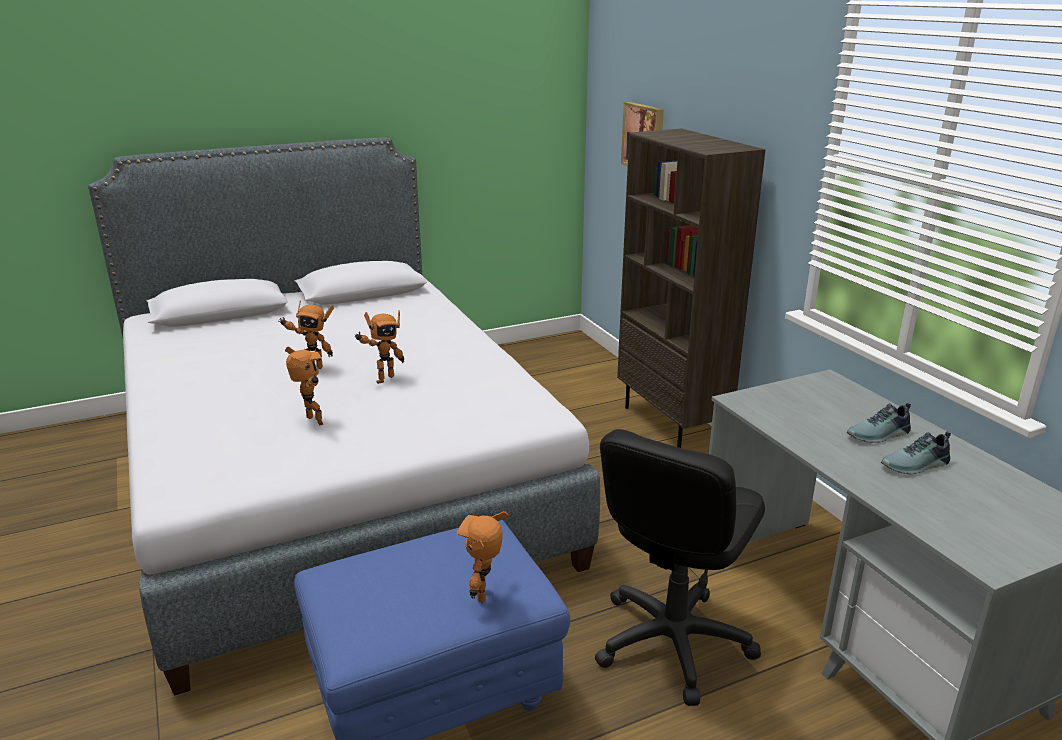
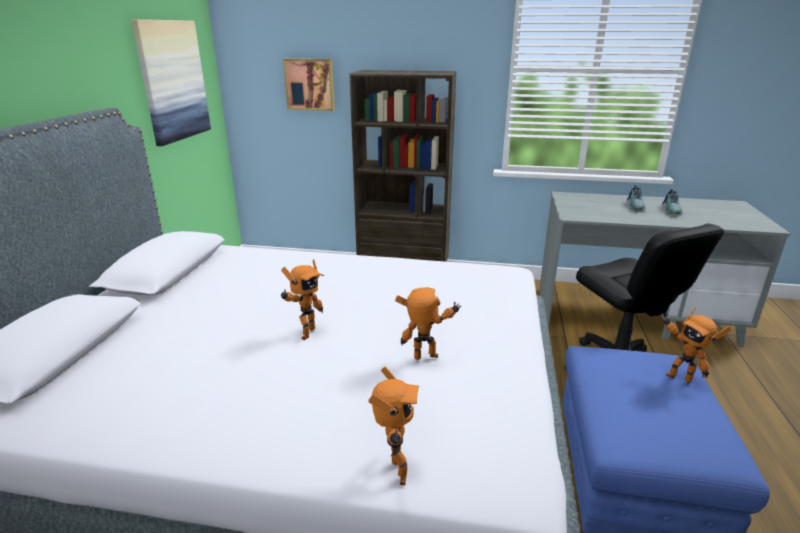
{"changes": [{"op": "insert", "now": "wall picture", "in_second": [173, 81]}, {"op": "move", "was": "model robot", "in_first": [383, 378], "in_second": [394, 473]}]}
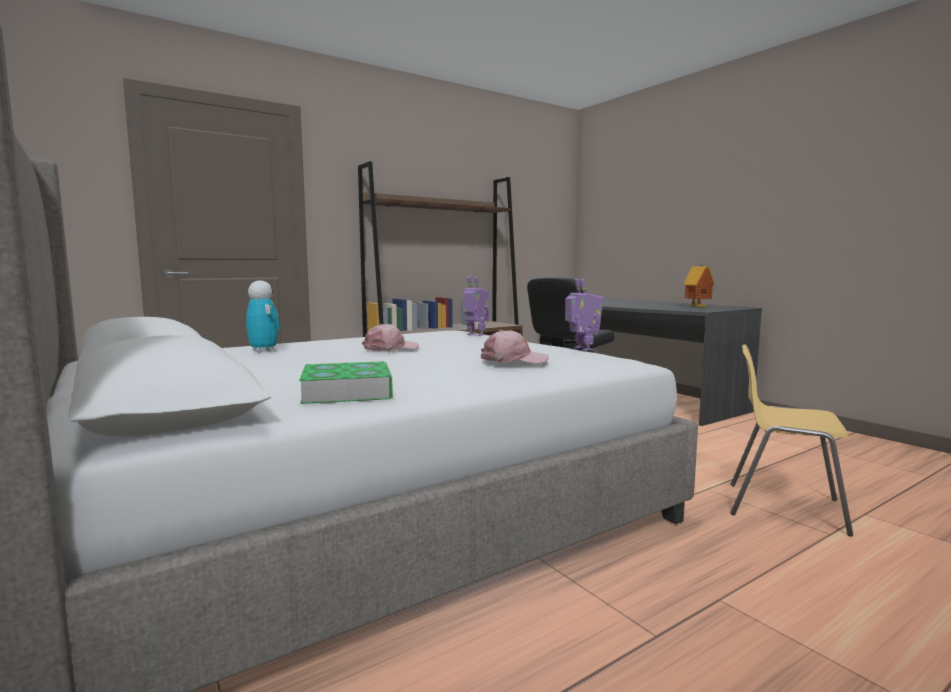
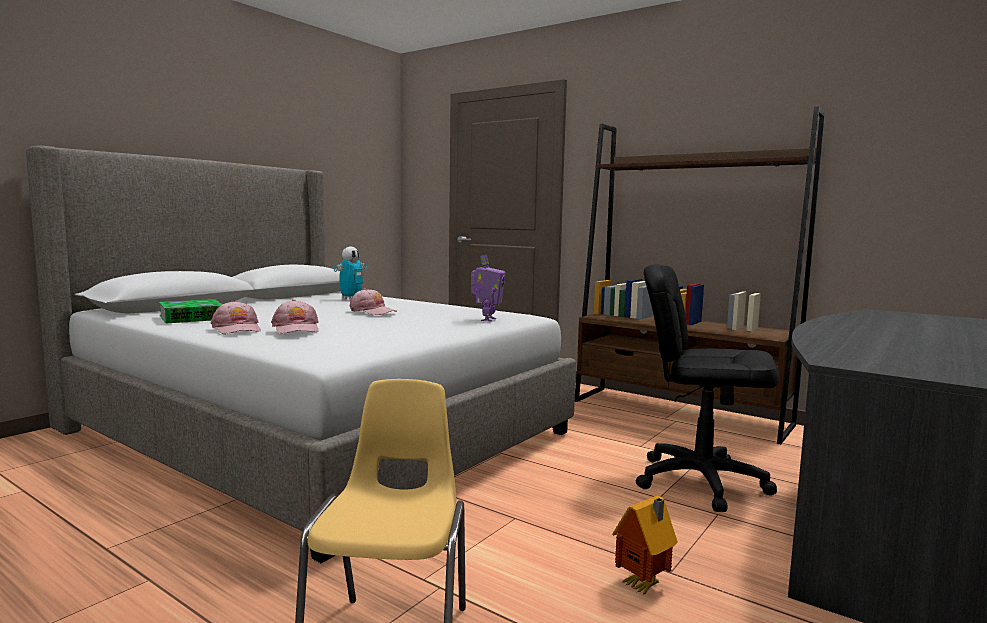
{"changes": [{"op": "delete", "was": "model robot", "in_first": [582, 349]}, {"op": "insert", "now": "peaked cap in pink-coloured", "in_second": [237, 329]}, {"op": "move", "was": "toy house", "in_first": [698, 307], "in_second": [644, 587]}]}
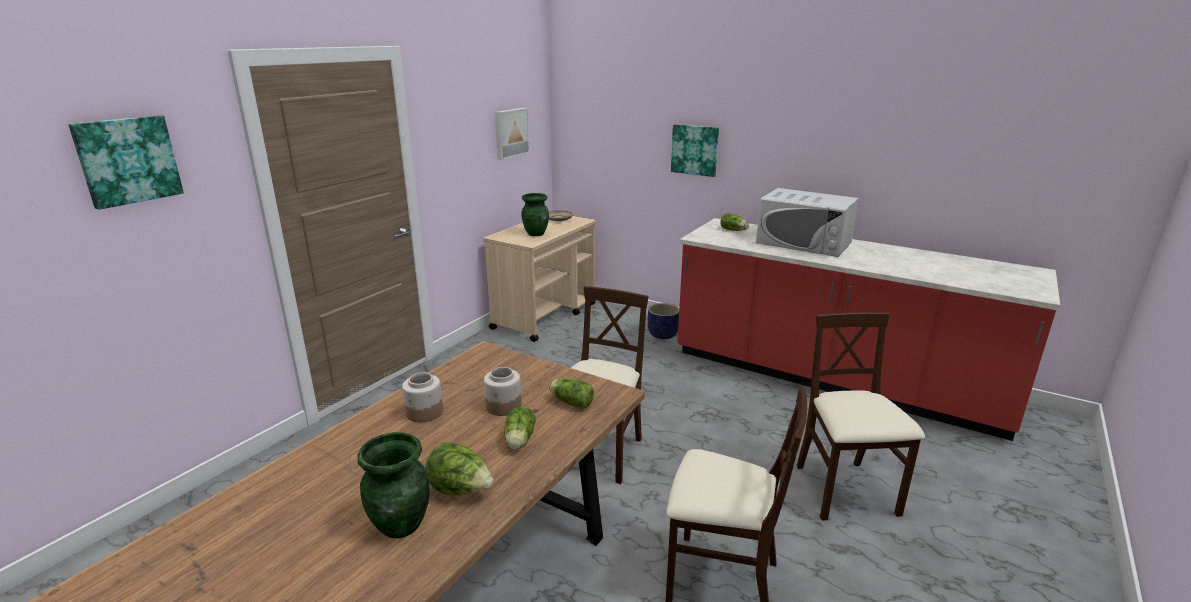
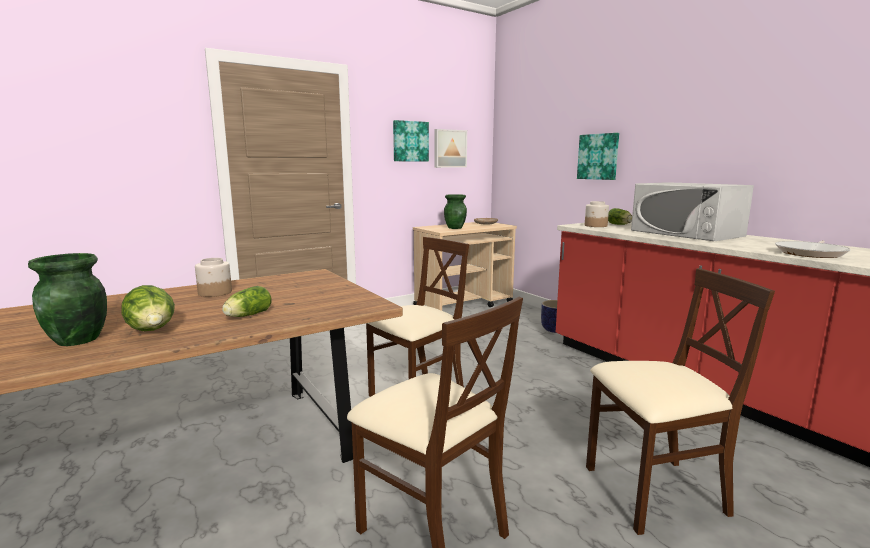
{"changes": [{"op": "delete", "was": "lettuce head", "in_first": [570, 402]}, {"op": "insert", "now": "frying pan", "in_second": [811, 253]}, {"op": "move", "was": "wall picture", "in_first": [127, 160], "in_second": [410, 141]}, {"op": "move", "was": "jar", "in_first": [503, 406], "in_second": [596, 226]}, {"op": "rotate", "was": "plain chair in beige-coloured", "in_first": [845, 491], "in_second": [654, 492], "clockwise": 60}]}
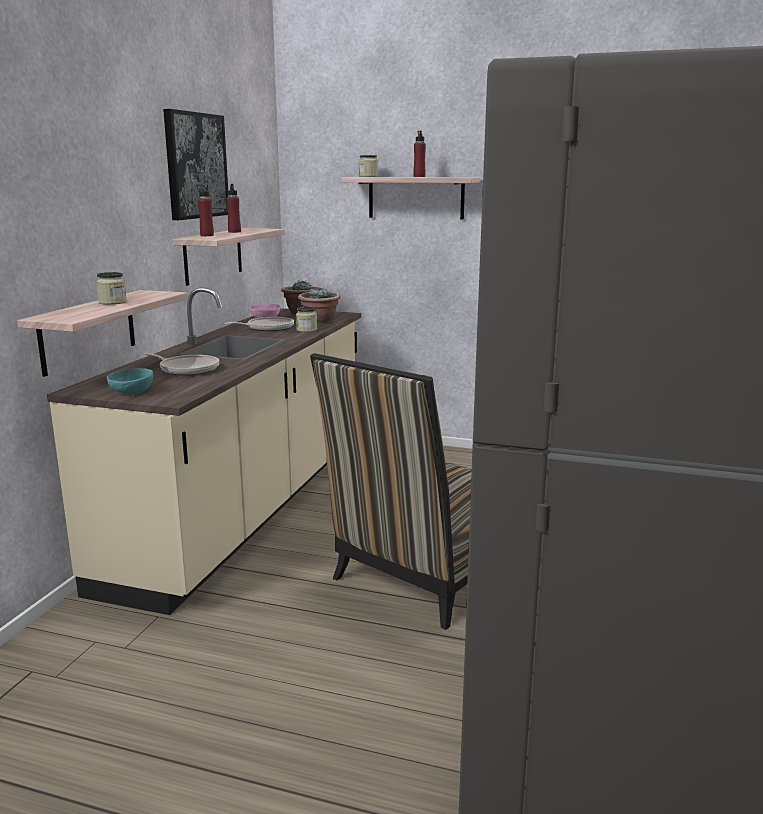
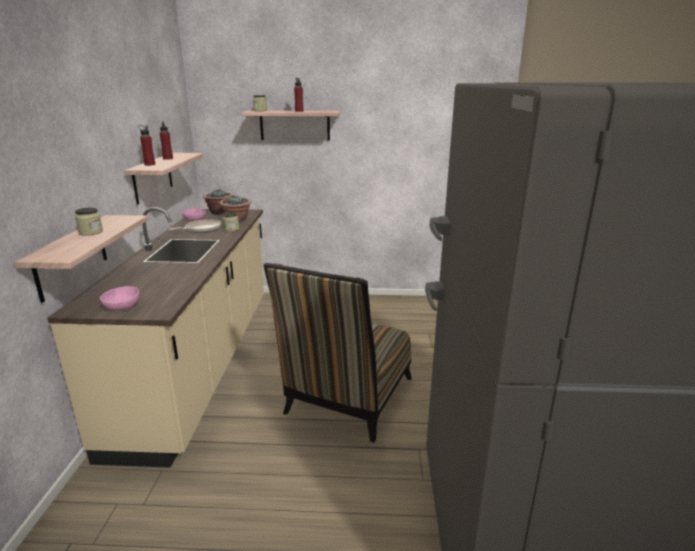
{"changes": [{"op": "delete", "was": "frying pan", "in_first": [187, 369]}, {"op": "delete", "was": "wall picture", "in_first": [195, 166]}, {"op": "recolor", "was": "serving bowl in blue-green", "now": "serving bowl in pink-coloured", "in_first": [131, 392], "in_second": [122, 307]}]}
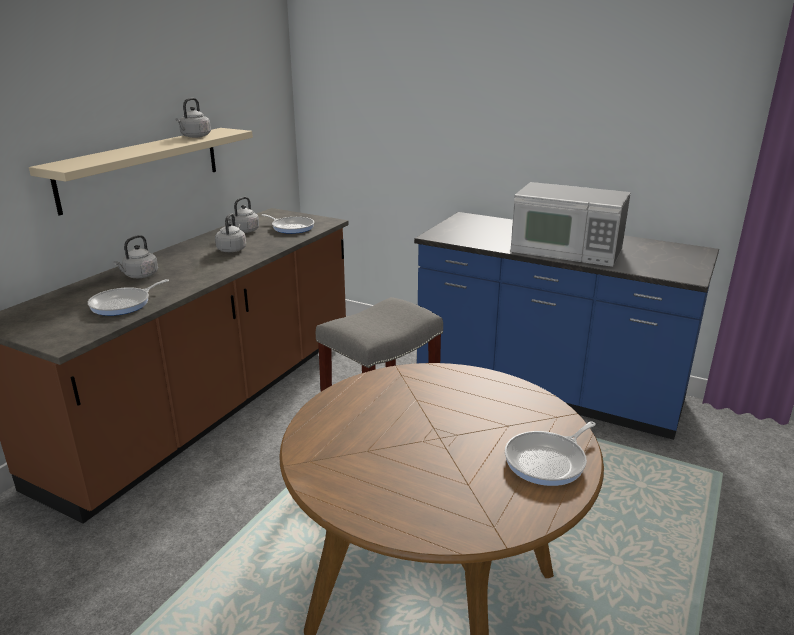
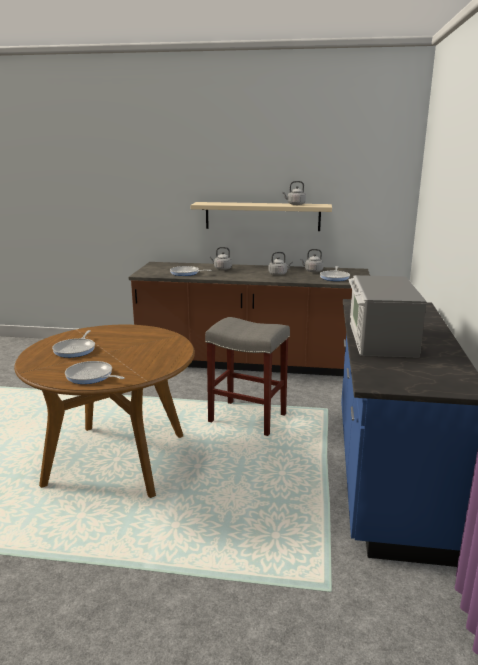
{"changes": [{"op": "insert", "now": "frying pan", "in_second": [76, 349]}]}
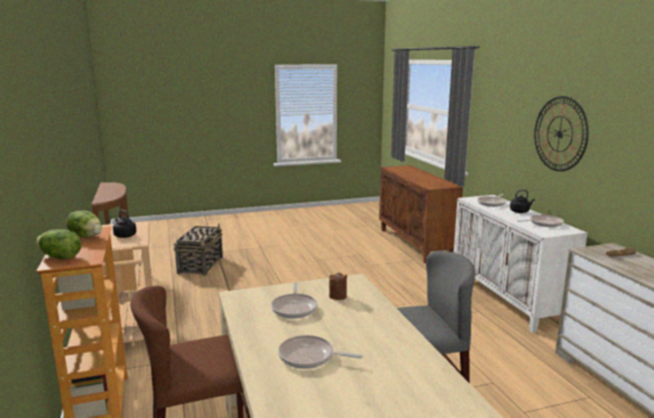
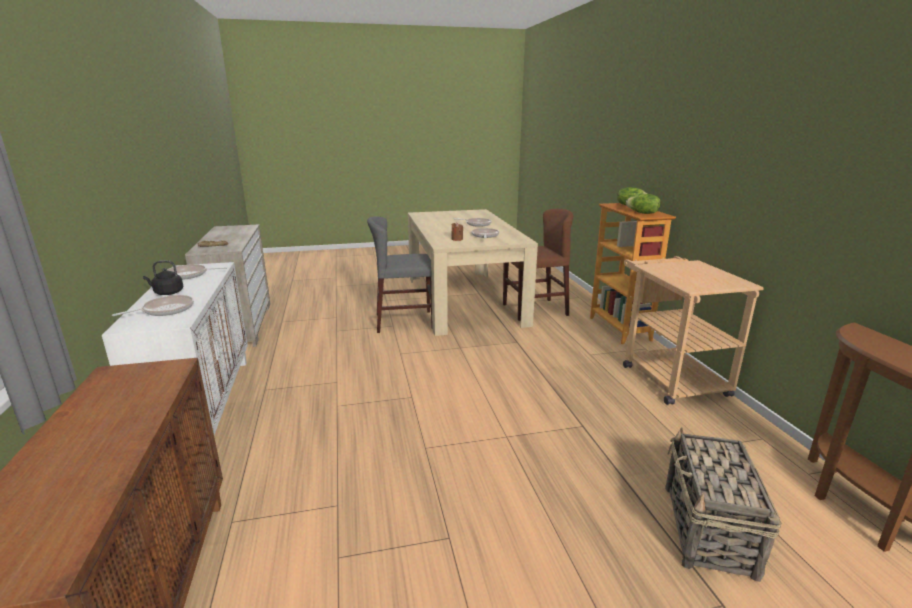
{"changes": [{"op": "delete", "was": "water kettle in blackish", "in_first": [124, 235]}, {"op": "delete", "was": "clock on the wall", "in_first": [560, 134]}]}
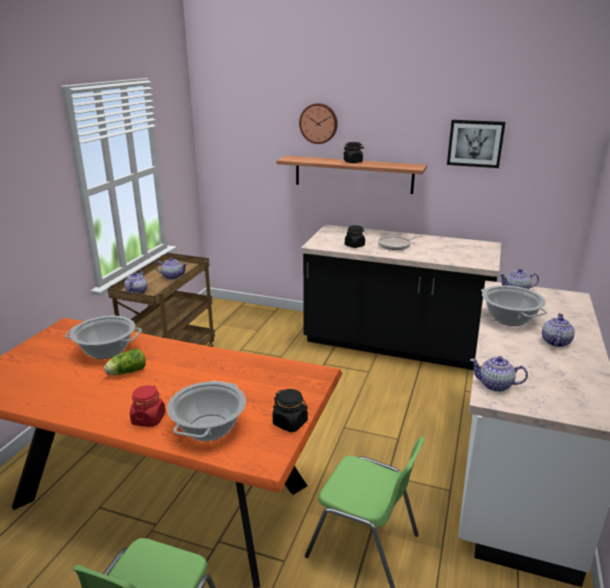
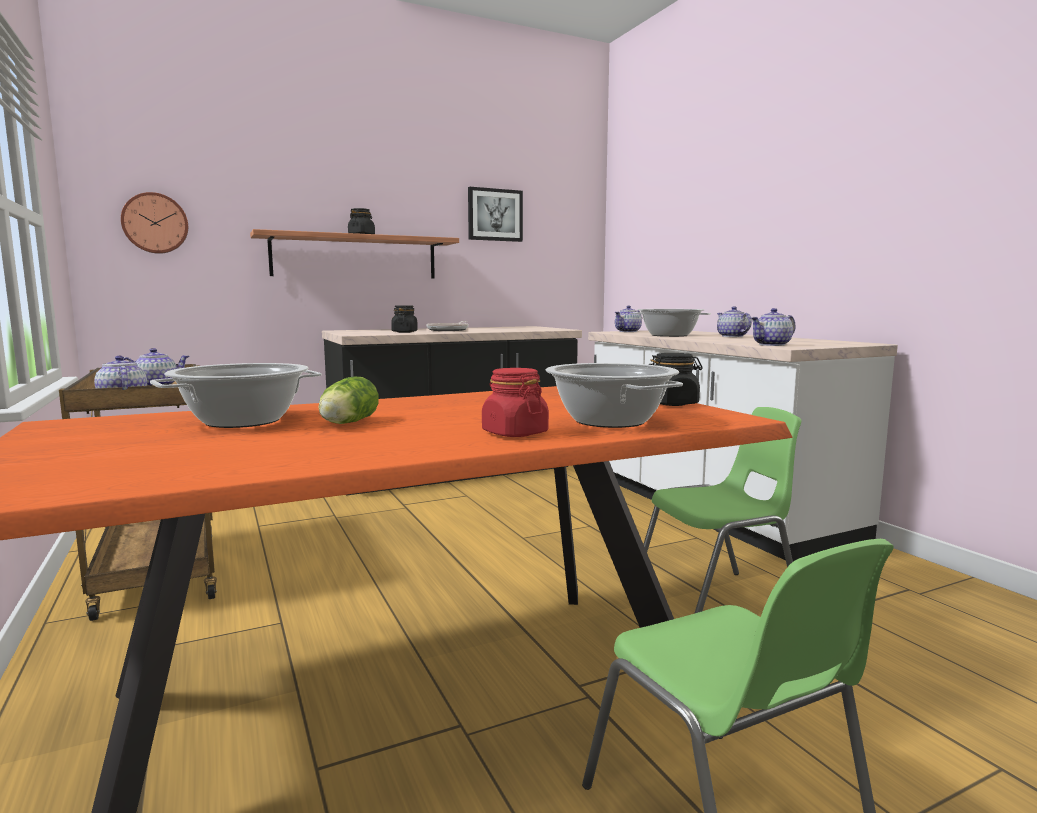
{"changes": [{"op": "move", "was": "clock on the wall", "in_first": [319, 123], "in_second": [155, 223]}]}
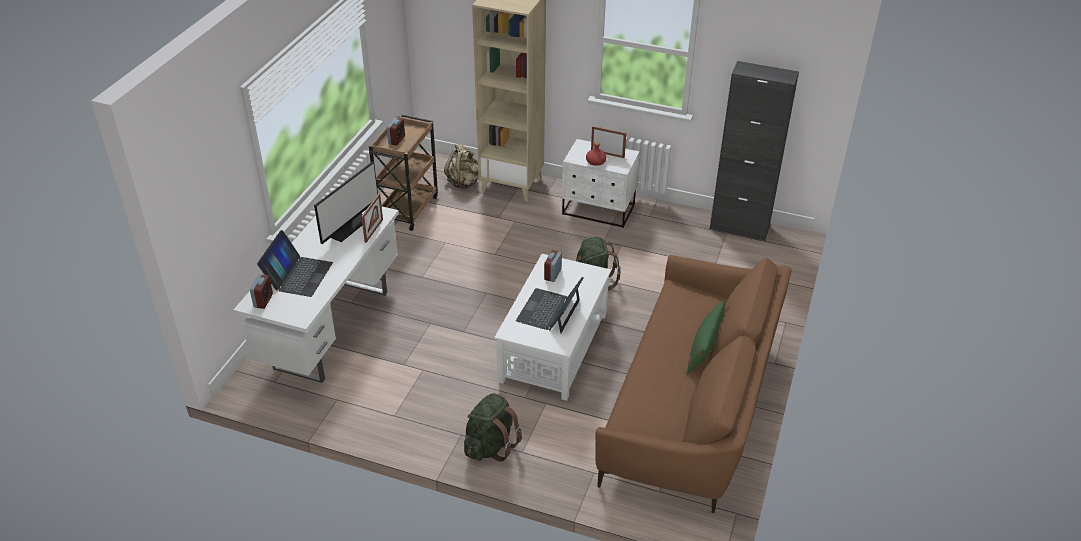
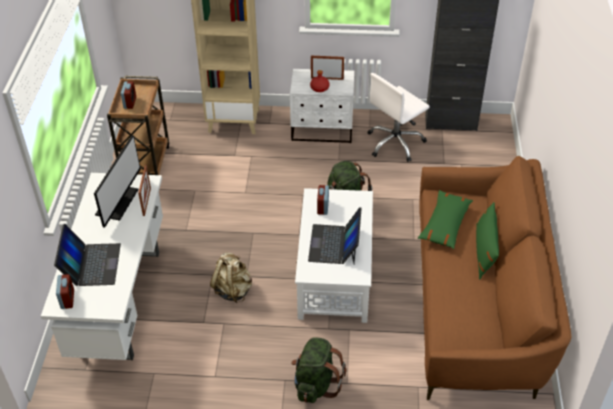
{"changes": [{"op": "insert", "now": "desk chair in whitish", "in_second": [395, 143]}, {"op": "insert", "now": "pillow in green-coloured", "in_second": [445, 224]}, {"op": "move", "was": "knapsack in beige-coloured", "in_first": [463, 182], "in_second": [233, 290]}]}
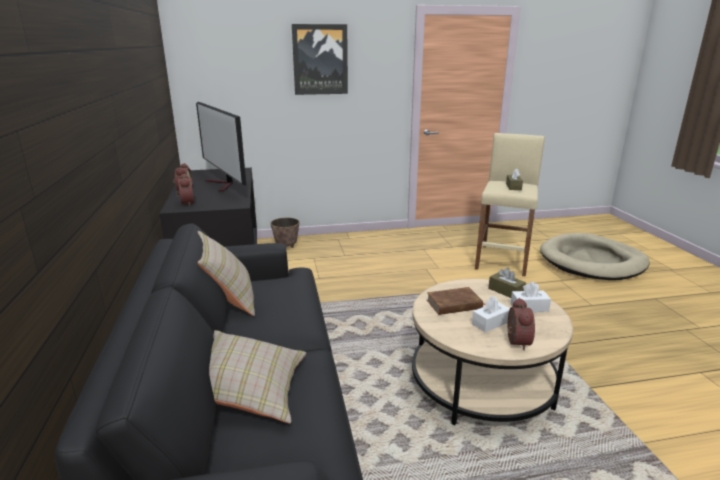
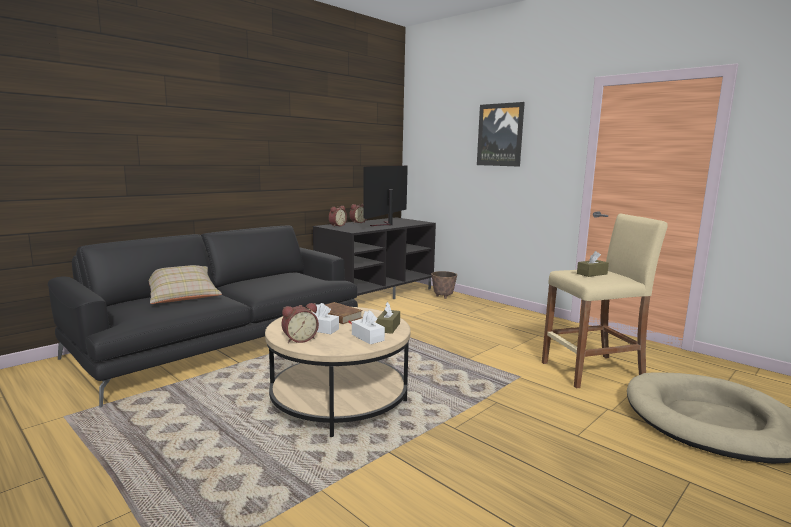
{"changes": [{"op": "delete", "was": "pillow in beige-coloured", "in_first": [229, 301]}]}
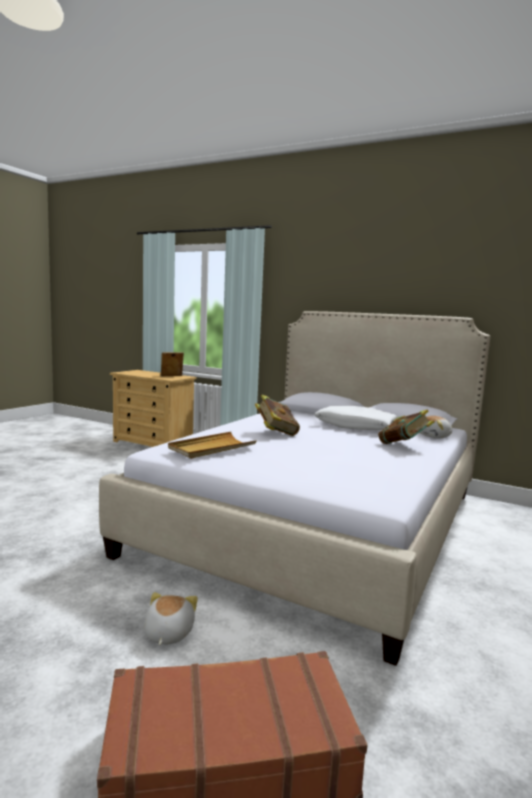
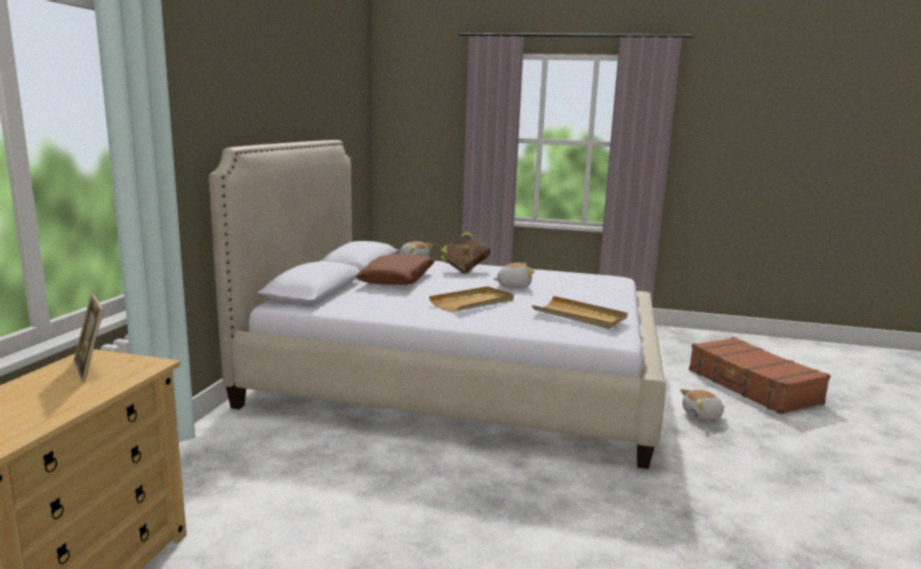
{"changes": [{"op": "insert", "now": "cuddly toy", "in_second": [513, 286]}, {"op": "replace", "was": "bound book", "now": "tray in beige-coloured", "in_first": [276, 433], "in_second": [473, 302]}, {"op": "recolor", "was": "pillow in whitish", "now": "pillow in brown", "in_first": [356, 427], "in_second": [397, 279]}]}
